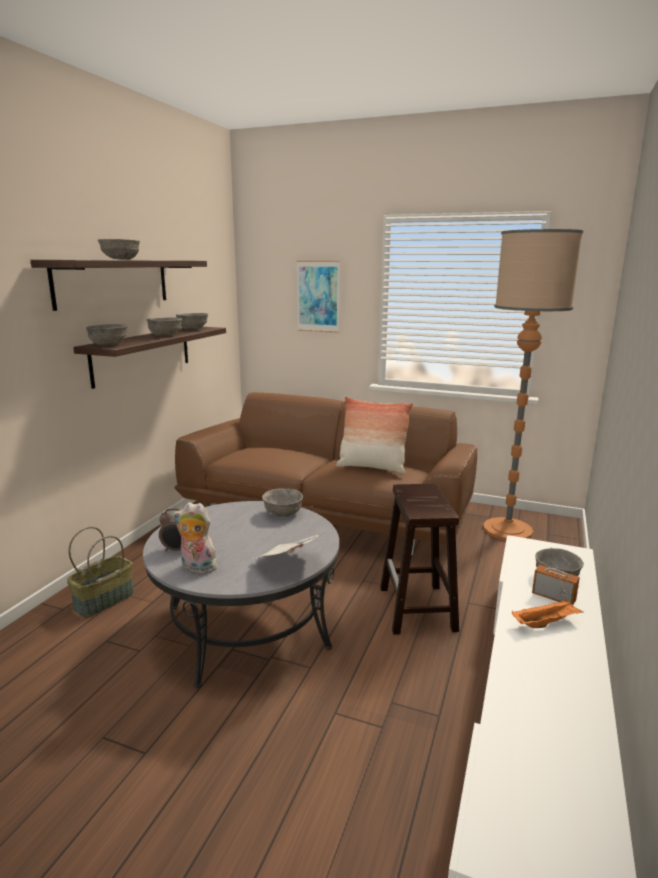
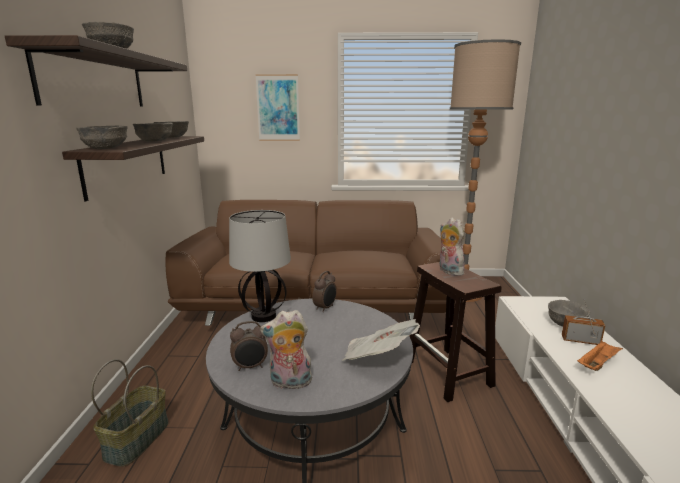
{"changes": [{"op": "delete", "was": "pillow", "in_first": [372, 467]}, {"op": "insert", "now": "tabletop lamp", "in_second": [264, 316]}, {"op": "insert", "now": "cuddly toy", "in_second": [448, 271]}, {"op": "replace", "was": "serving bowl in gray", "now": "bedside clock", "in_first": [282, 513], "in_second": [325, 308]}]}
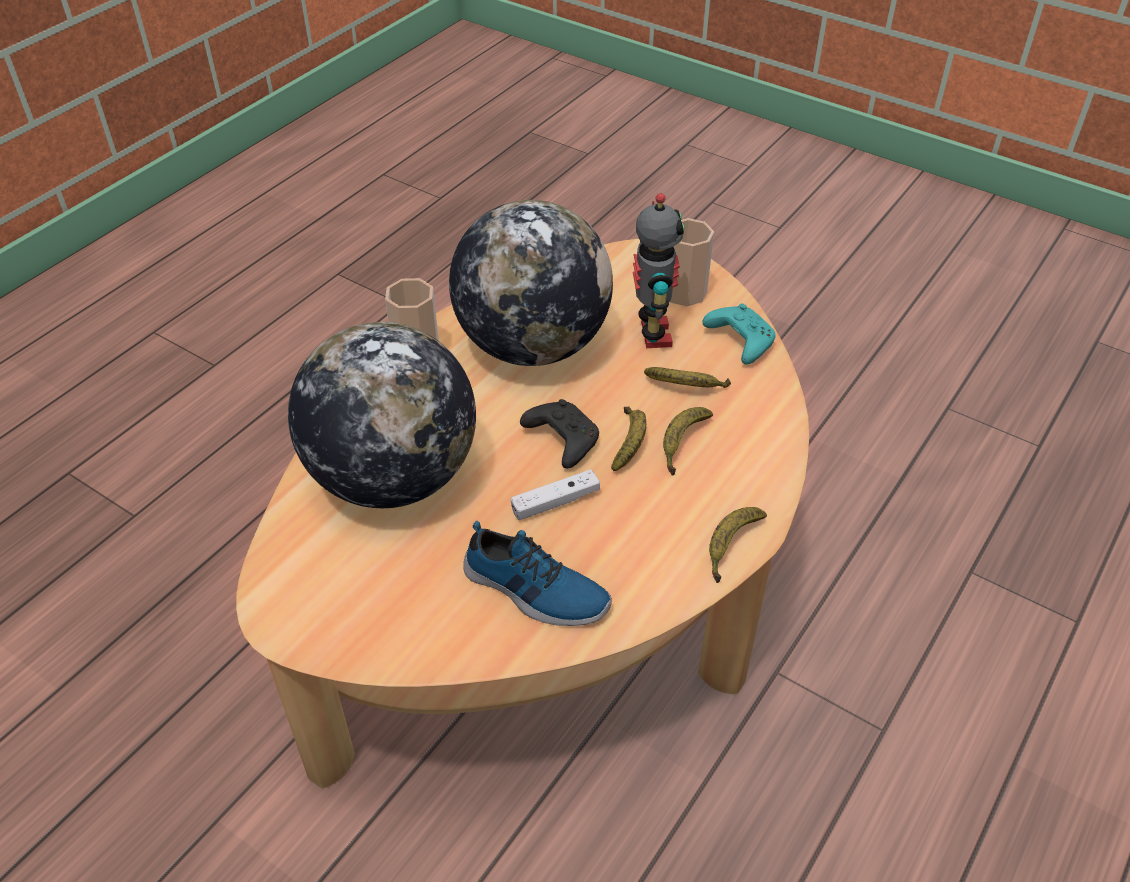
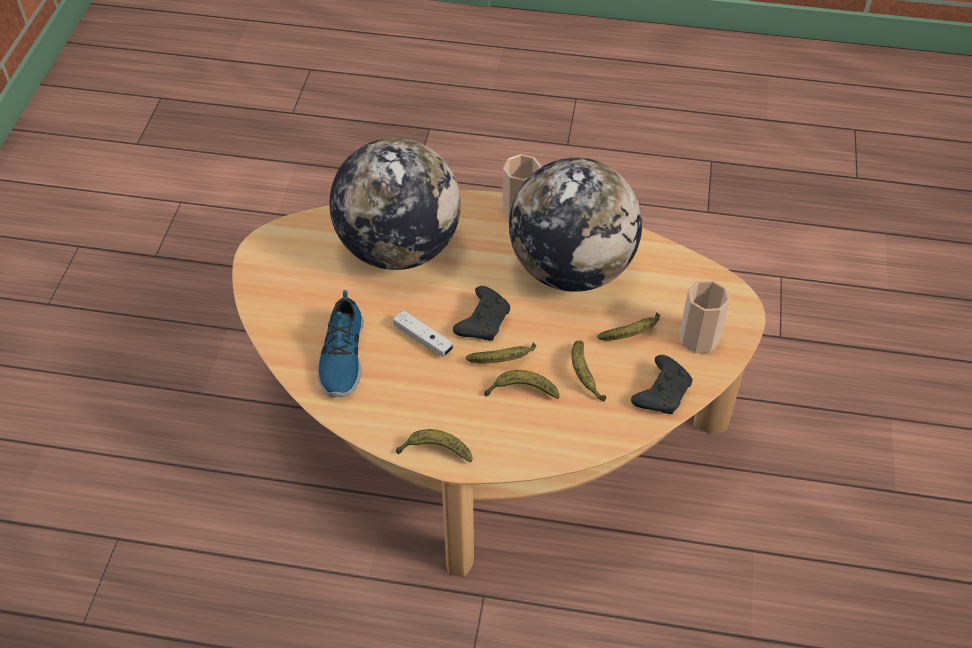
{"changes": [{"op": "replace", "was": "model robot", "now": "banana fruit", "in_first": [652, 334], "in_second": [632, 334]}, {"op": "recolor", "was": "gamepad in blue-green", "now": "gamepad in blackish", "in_first": [739, 341], "in_second": [662, 392]}]}
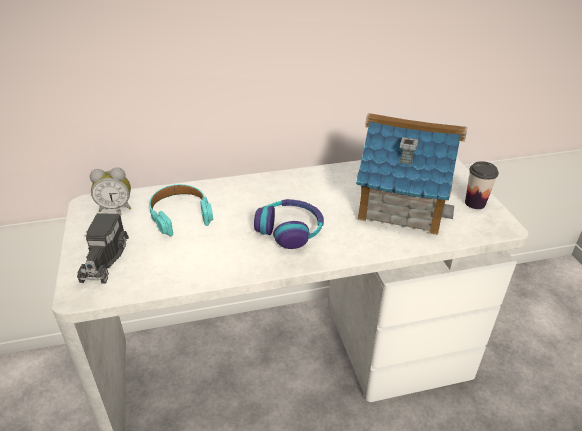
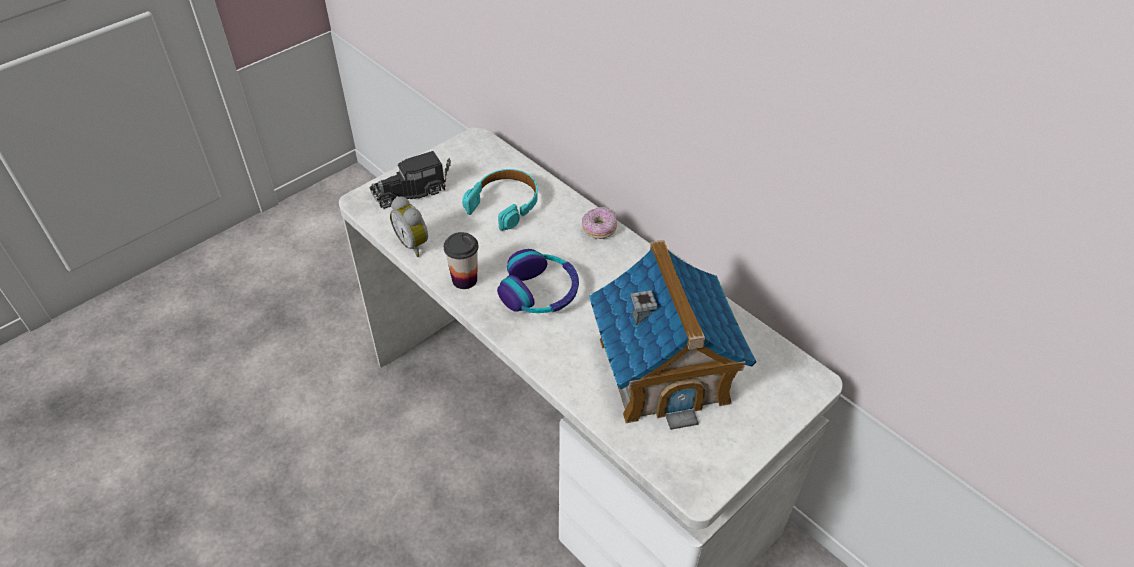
{"changes": [{"op": "insert", "now": "ring doughnut", "in_second": [599, 229]}, {"op": "move", "was": "bedside clock", "in_first": [115, 207], "in_second": [414, 244]}, {"op": "move", "was": "small cup", "in_first": [475, 203], "in_second": [464, 280]}]}
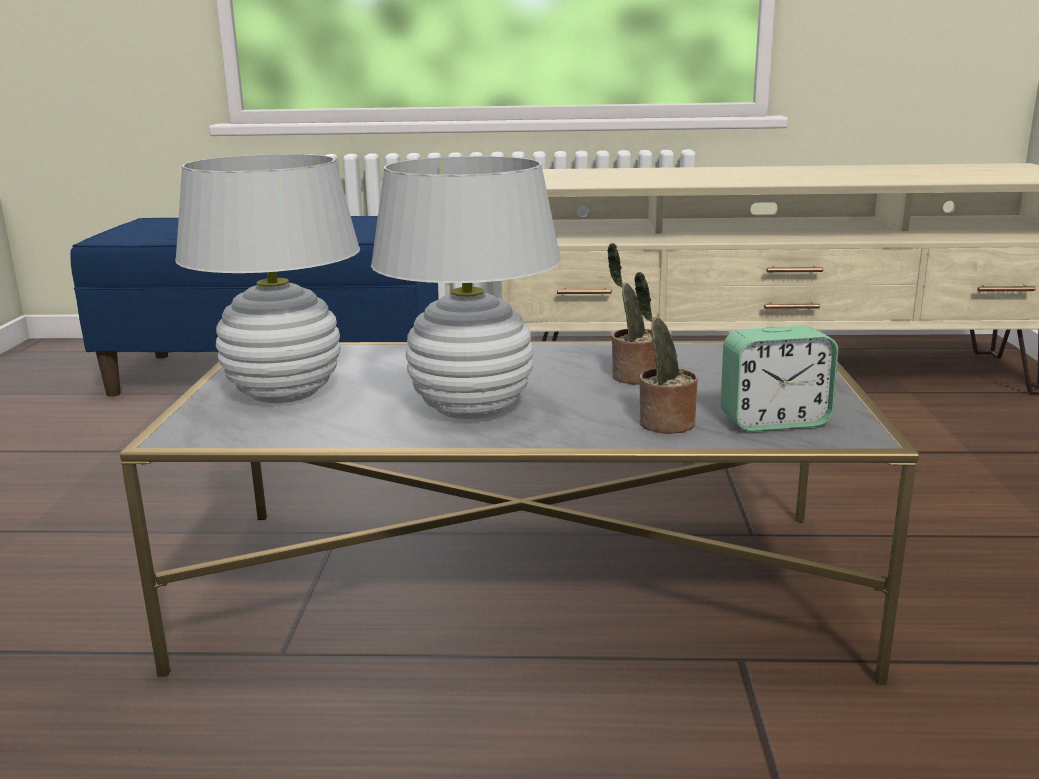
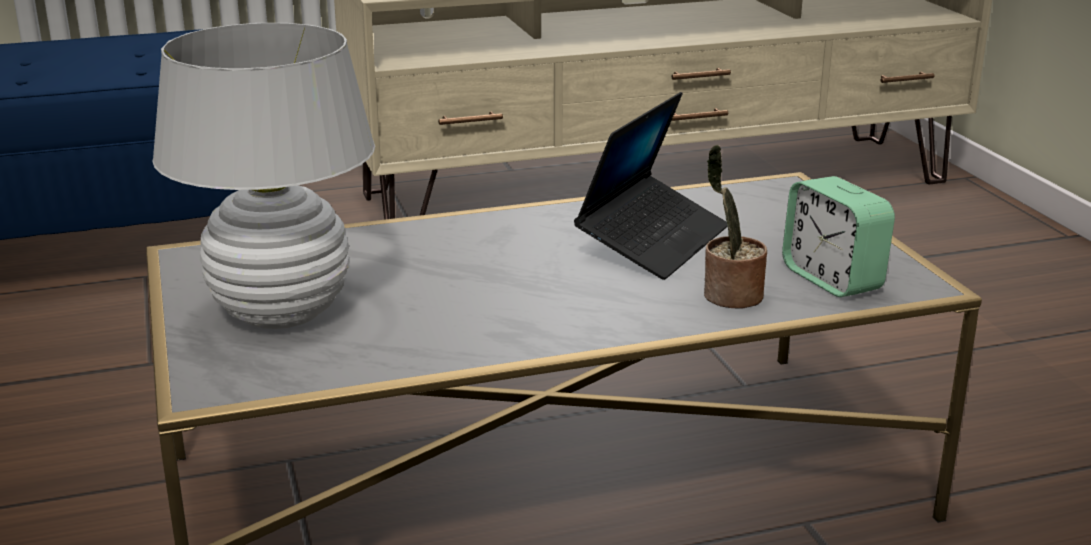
{"changes": [{"op": "delete", "was": "tabletop lamp in whitish", "in_first": [472, 408]}, {"op": "replace", "was": "plant in a pot", "now": "portable computer", "in_first": [632, 377], "in_second": [653, 241]}, {"op": "rotate", "was": "bedside clock", "in_first": [774, 421], "in_second": [832, 279], "clockwise": 90}]}
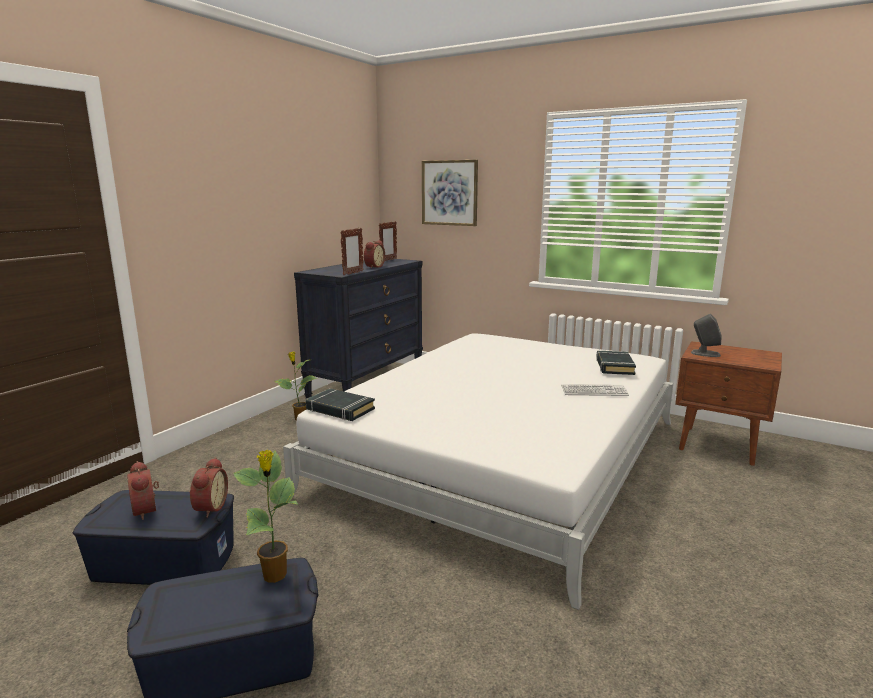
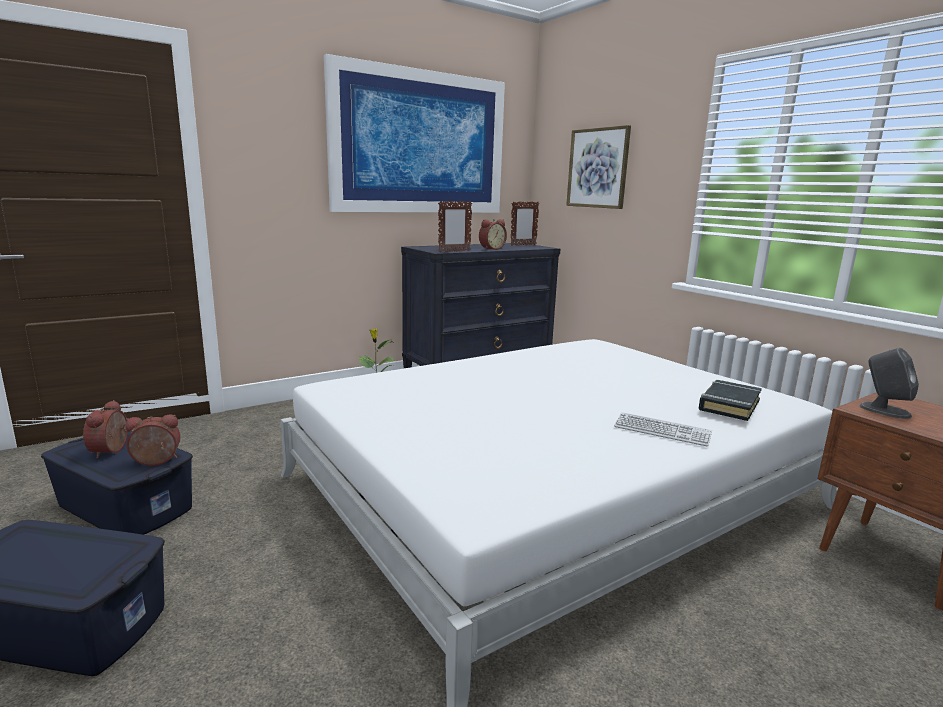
{"changes": [{"op": "delete", "was": "plant in a pot", "in_first": [275, 576]}, {"op": "delete", "was": "bound book in blackish", "in_first": [340, 409]}, {"op": "insert", "now": "wall picture", "in_second": [420, 143]}, {"op": "rotate", "was": "bedside clock", "in_first": [209, 508], "in_second": [156, 462], "clockwise": -135}]}
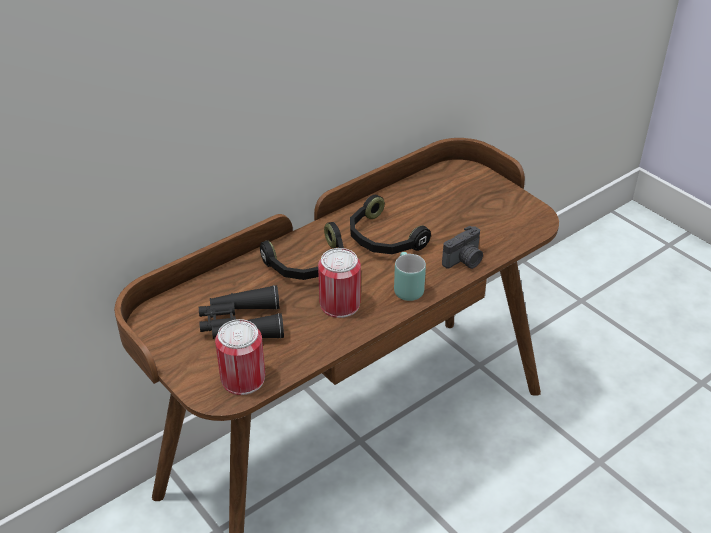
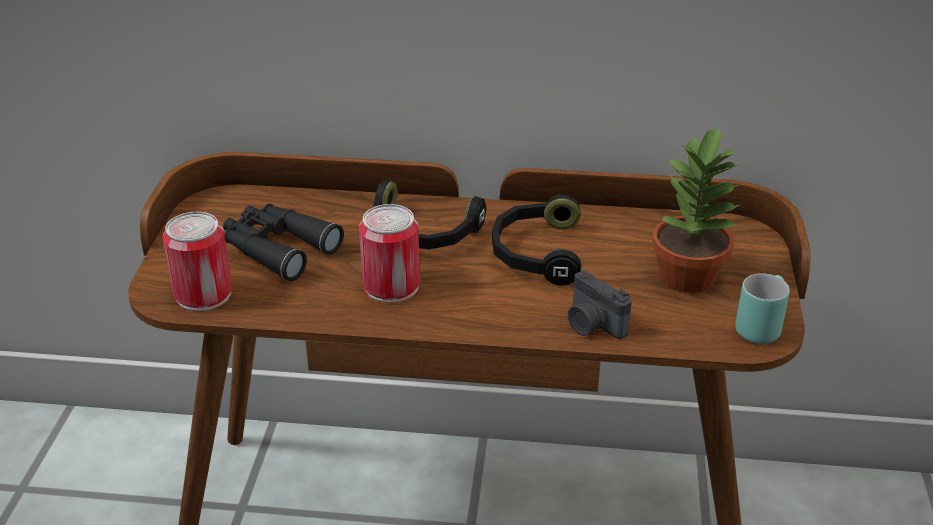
{"changes": [{"op": "insert", "now": "plant in a pot", "in_second": [689, 276]}, {"op": "move", "was": "tea mug in blue-green", "in_first": [405, 288], "in_second": [758, 325]}, {"op": "rotate", "was": "photo camera", "in_first": [464, 261], "in_second": [592, 325], "clockwise": 45}]}
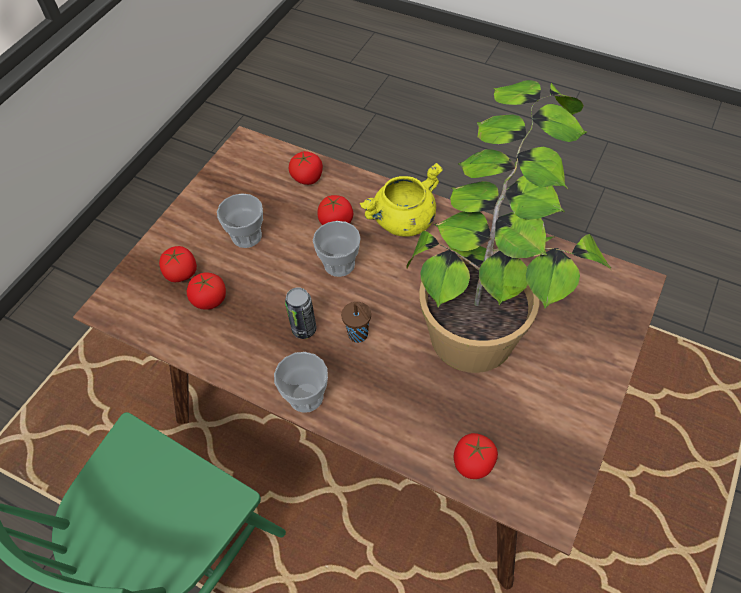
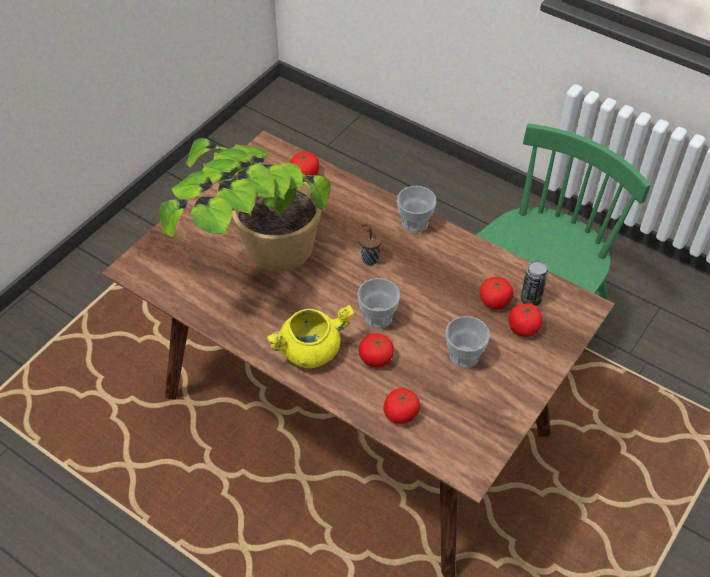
{"changes": [{"op": "move", "was": "metal can", "in_first": [304, 329], "in_second": [530, 299]}]}
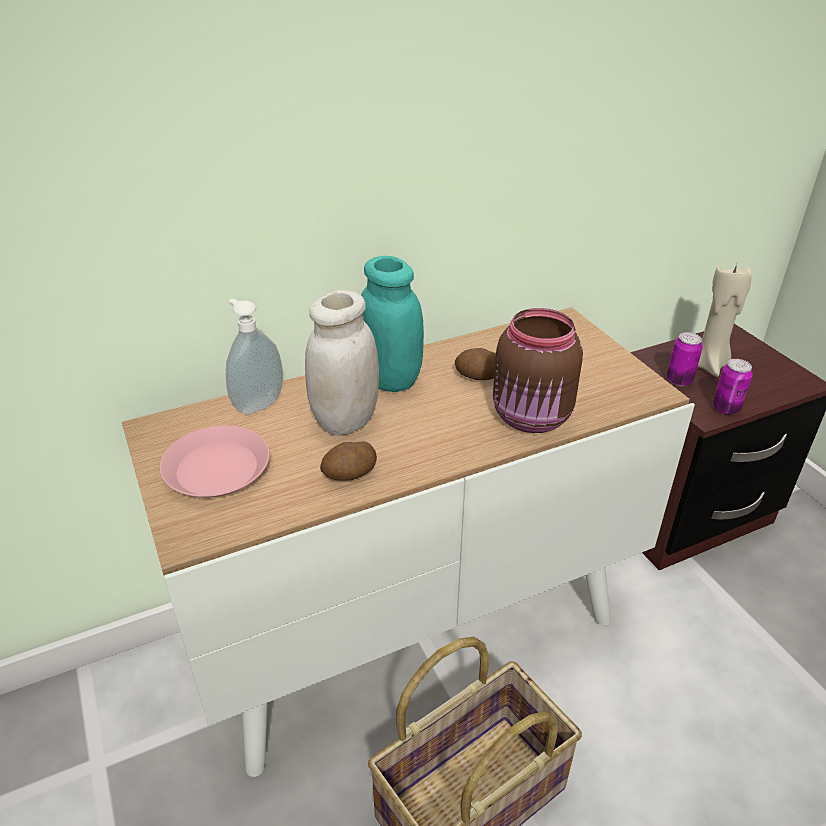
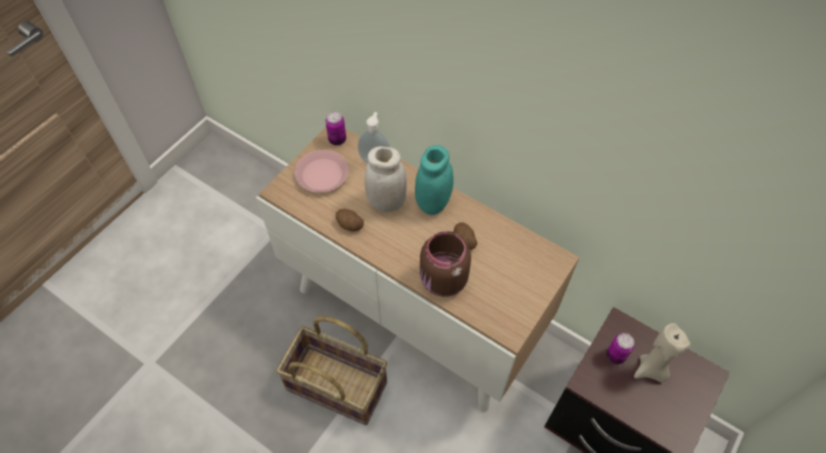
{"changes": [{"op": "move", "was": "metal can", "in_first": [726, 408], "in_second": [337, 140]}]}
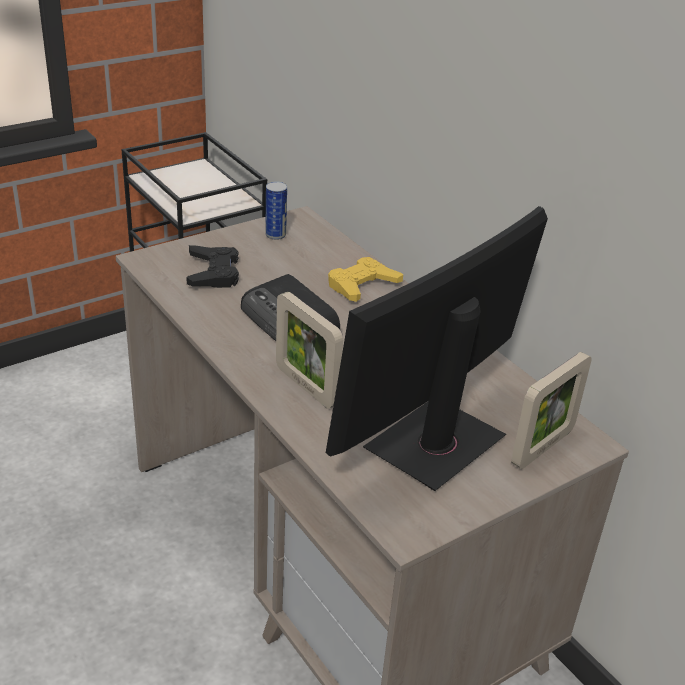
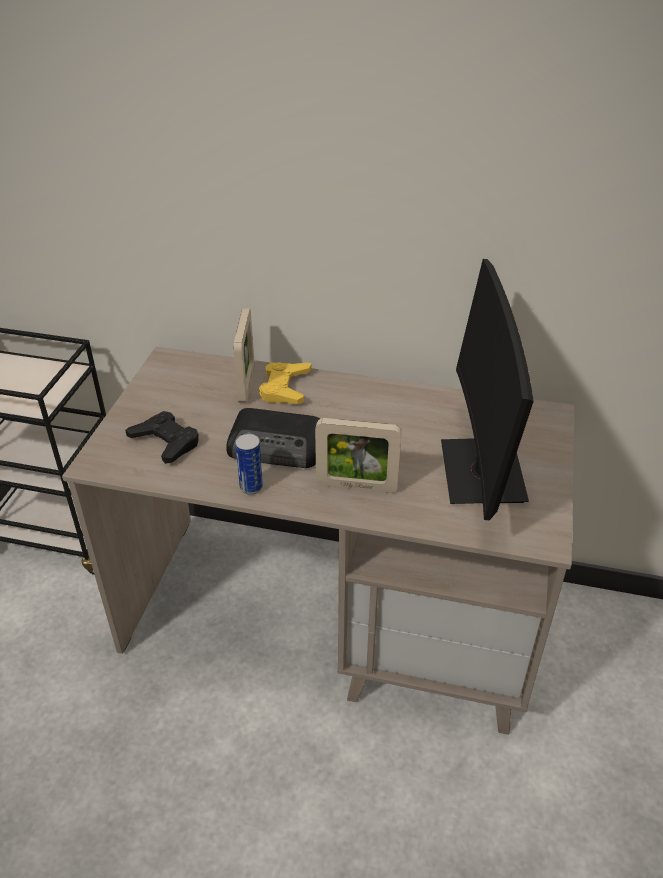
{"changes": [{"op": "move", "was": "metal can", "in_first": [275, 235], "in_second": [251, 487]}, {"op": "move", "was": "standing frame", "in_first": [542, 447], "in_second": [246, 384]}]}
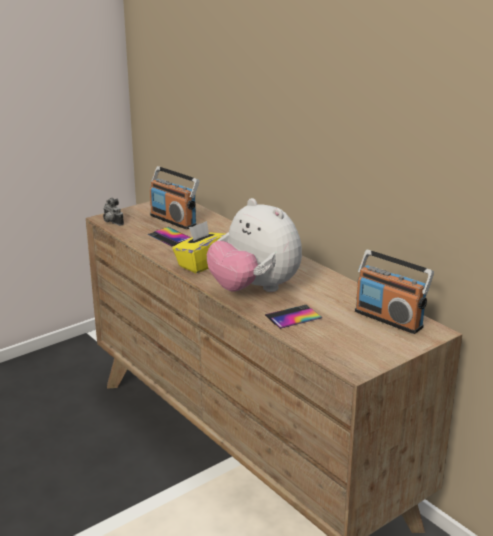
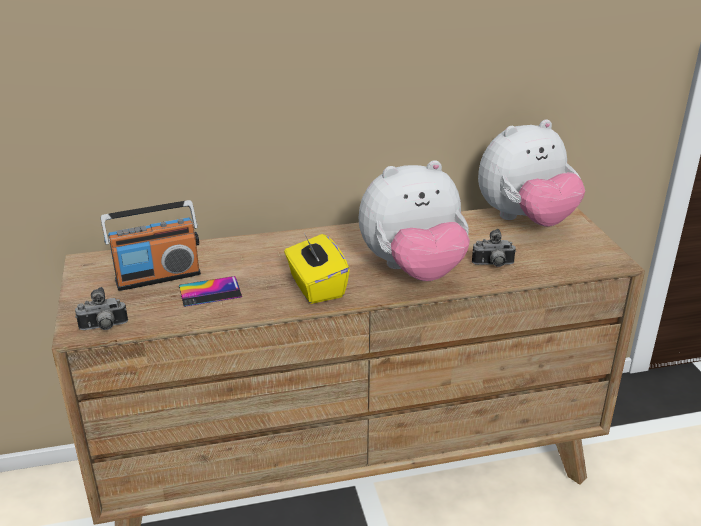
{"changes": [{"op": "replace", "was": "telephone", "now": "photo camera", "in_first": [293, 317], "in_second": [493, 265]}, {"op": "replace", "was": "radio", "now": "cuddly toy", "in_first": [389, 319], "in_second": [525, 220]}]}
